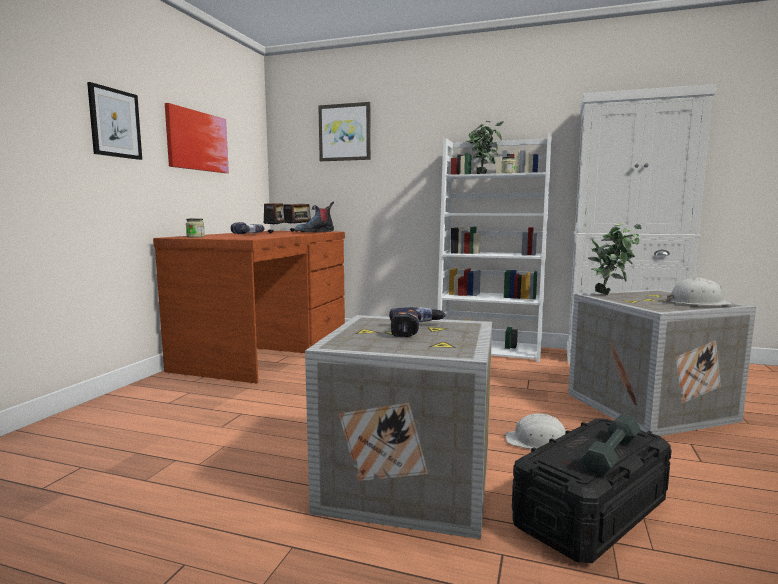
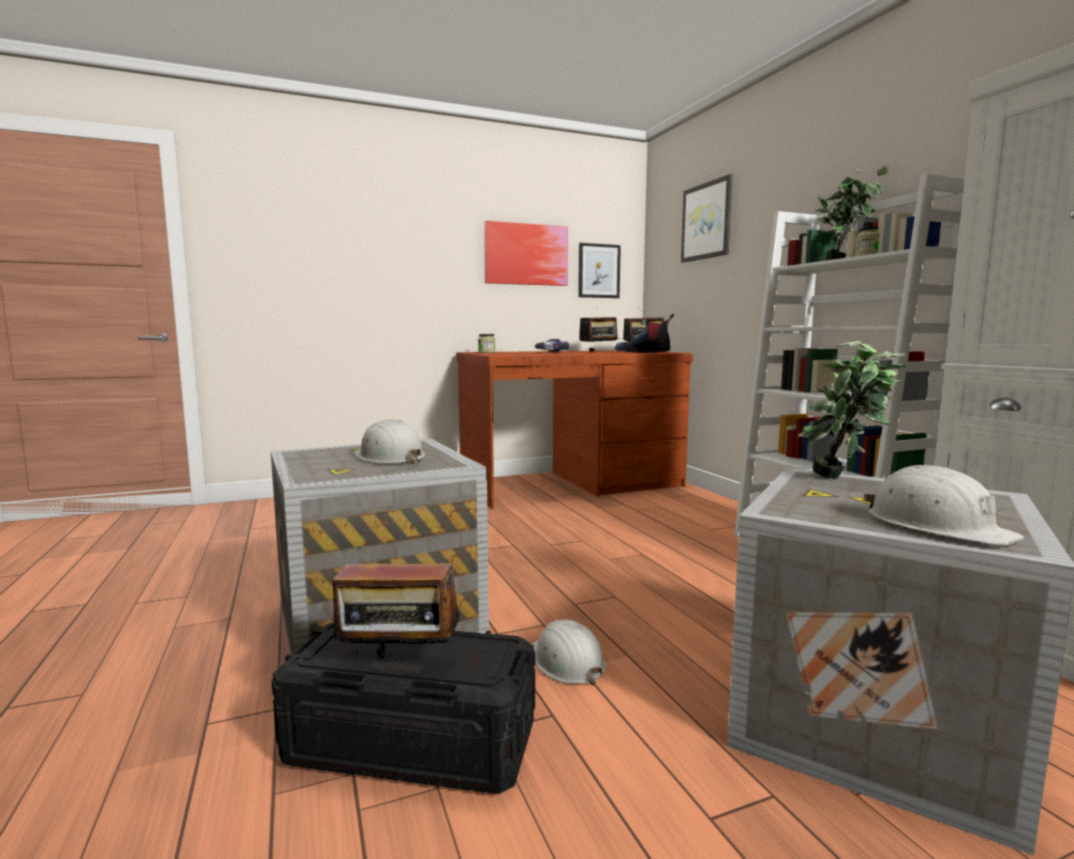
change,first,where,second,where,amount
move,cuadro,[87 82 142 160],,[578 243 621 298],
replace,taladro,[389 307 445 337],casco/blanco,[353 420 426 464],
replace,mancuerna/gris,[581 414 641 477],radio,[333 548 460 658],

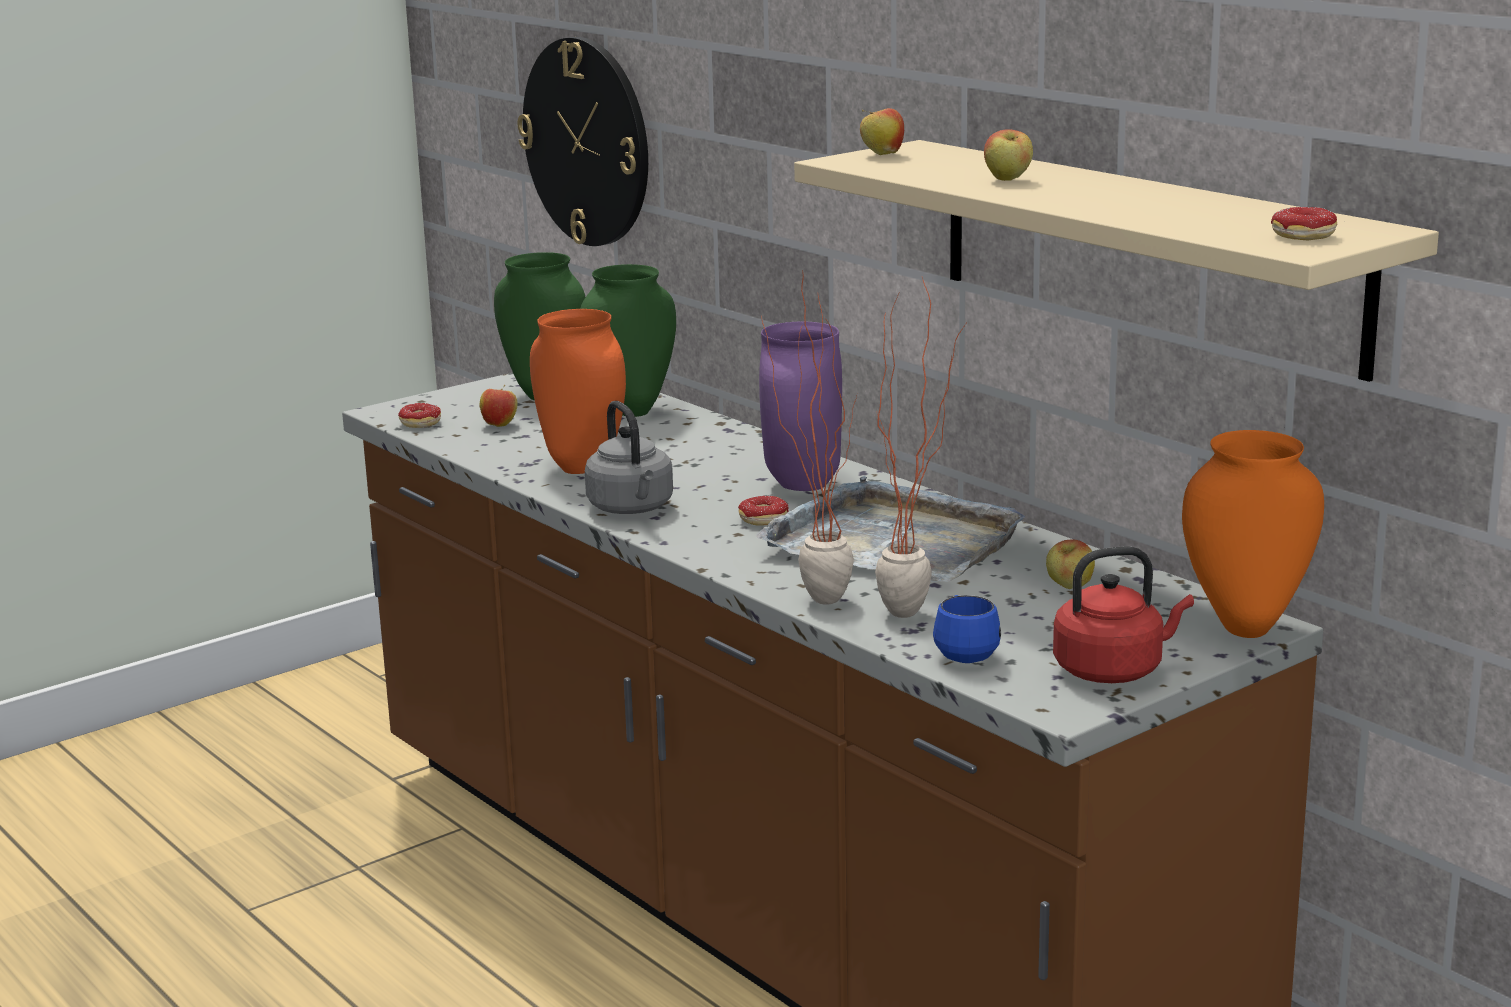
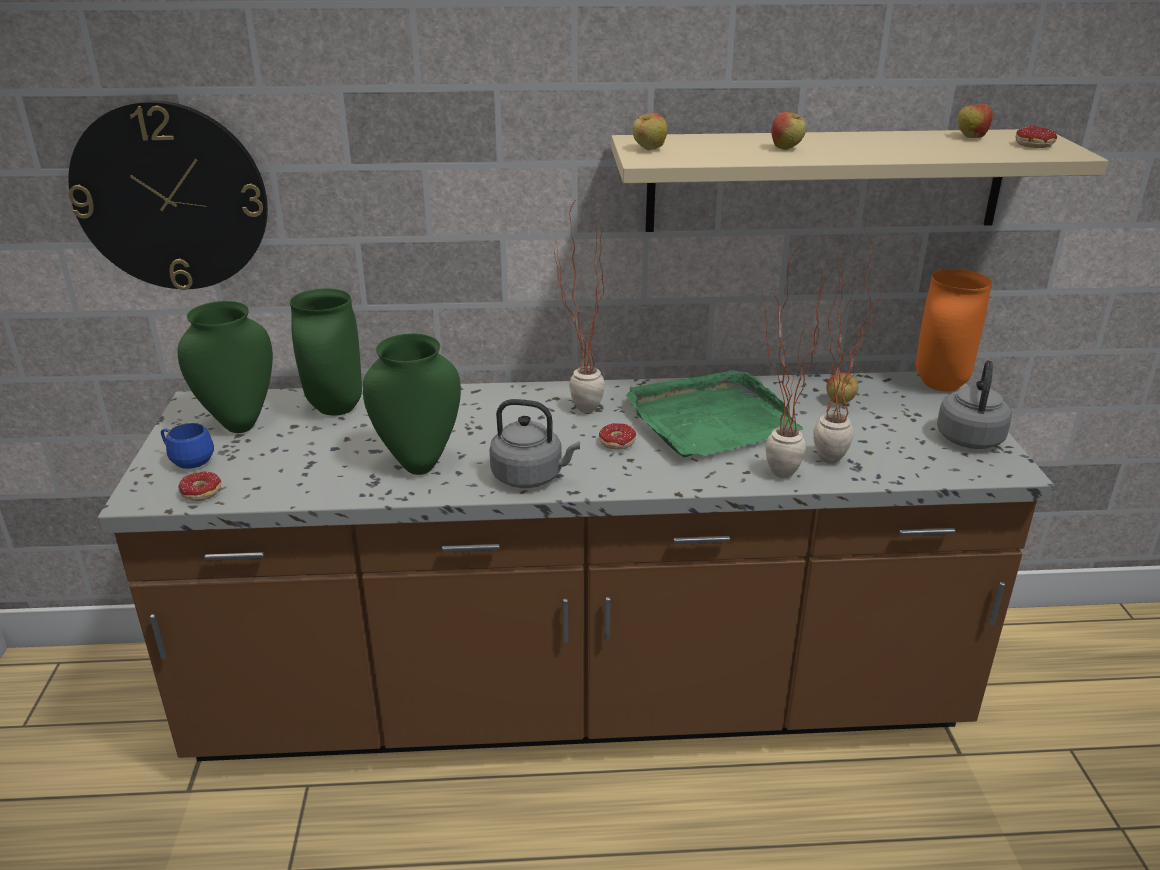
change,first,where,second,where,amount
move,manzana,[479 385 518 427],,[957 102 993 138],
recolor,florero/naranja,[530 309 626 474],florero/verde,[363 333 461 475],
recolor,bandeja/gris,[756 476 1025 582],bandeja/verde,[626 370 803 457],
replace,florero/morado,[759 322 842 491],planta en maceta,[548 199 605 413],
move,taza grande/azul,[933 595 1001 663],,[161 423 214 469],
recolor,hervidor/rojo,[1053 547 1194 683],hervidor/gris,[937 360 1012 449],

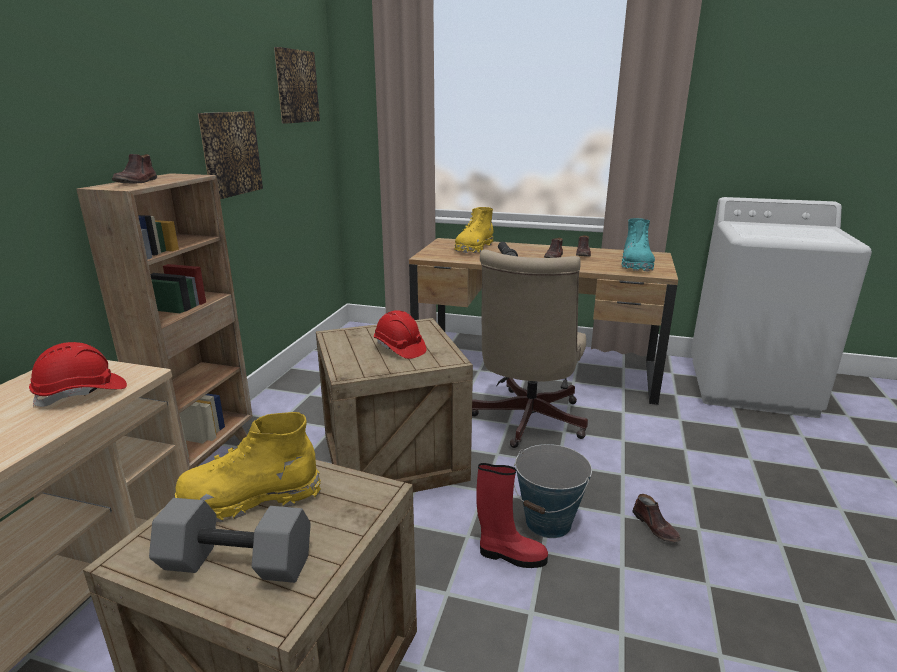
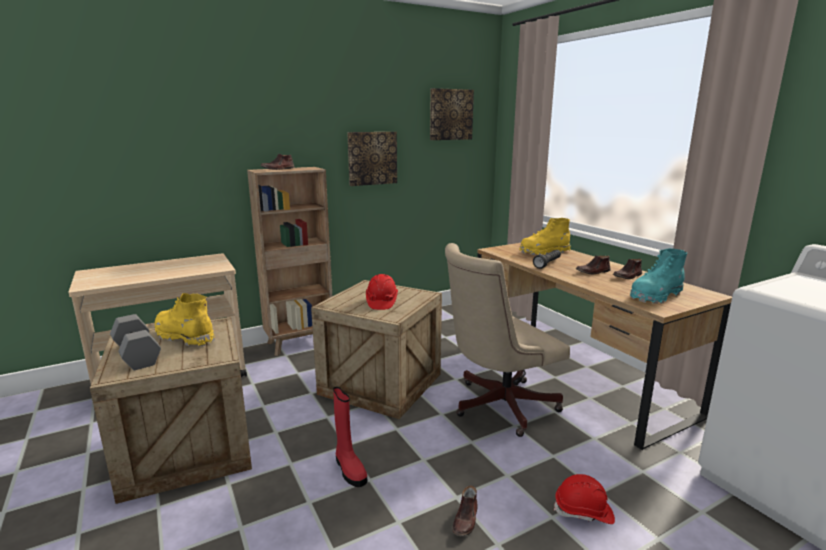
change,first,where,second,where,amount
move,casco/rojo,[29 342 127 407],,[554 474 615 524],
delete,cubo,[514 444 592 538],,,

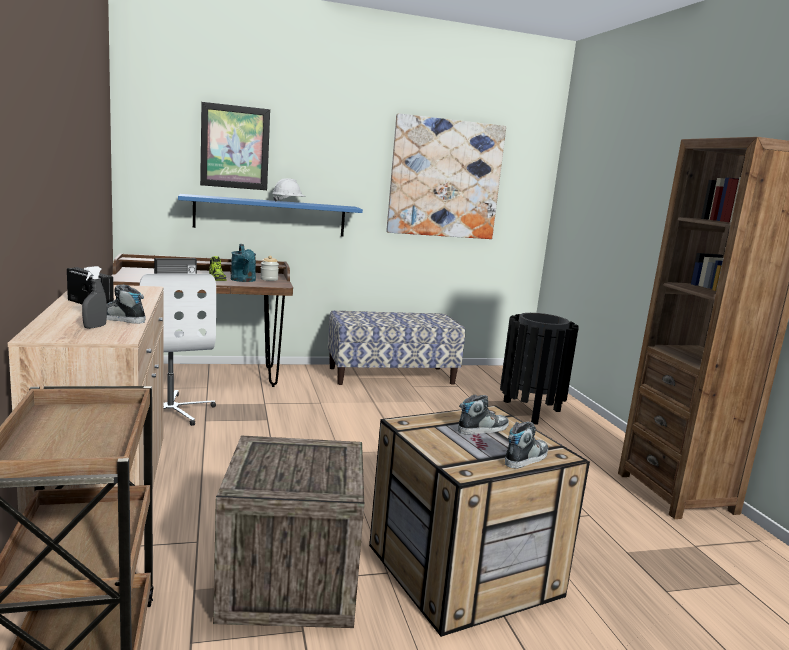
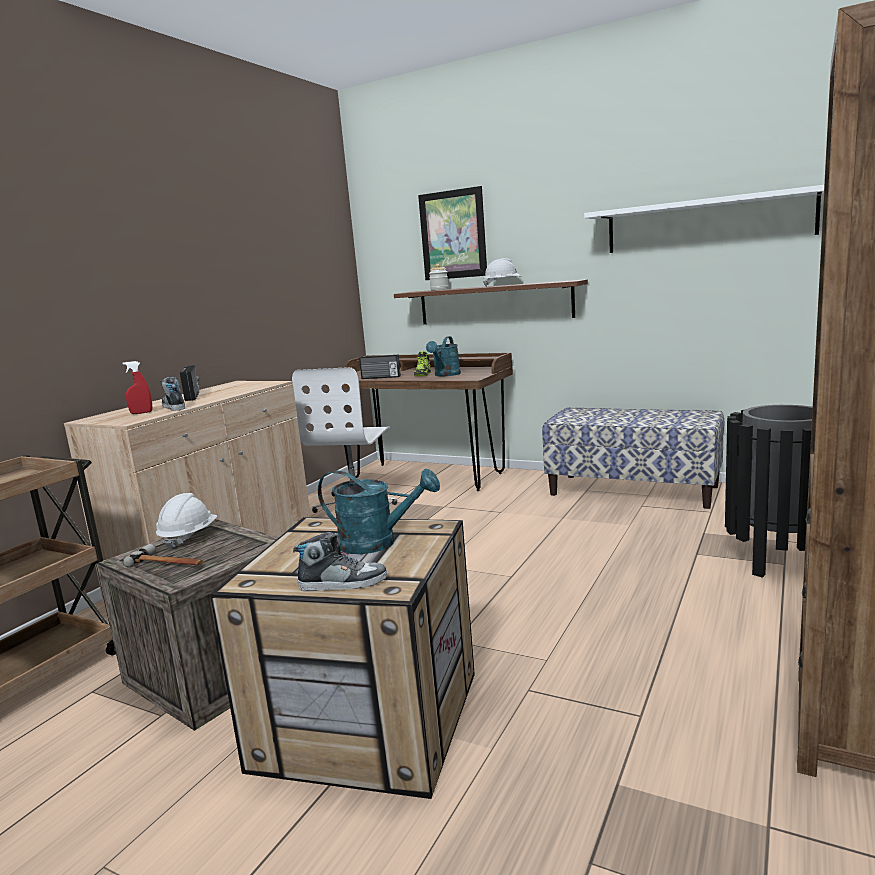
change,first,where,second,where,amount
recolor,pulverizador/gris,[82 266 107 329],pulverizador/rojo,[123 361 153 414],
recolor,estante/azul,[178 194 363 237],estante/marrón,[394 279 588 324],
move,tarro,[260 256 279 281],,[429 264 448 290],
replace,cuadro,[386 113 506 239],estante/blanco,[584 185 824 253],
replace,zapato,[458 394 509 435],regadera/turquesa,[318 469 440 554],
insert,,,martillo,[123 544 203 567],
insert,,,casco/blanco,[156 493 217 550],

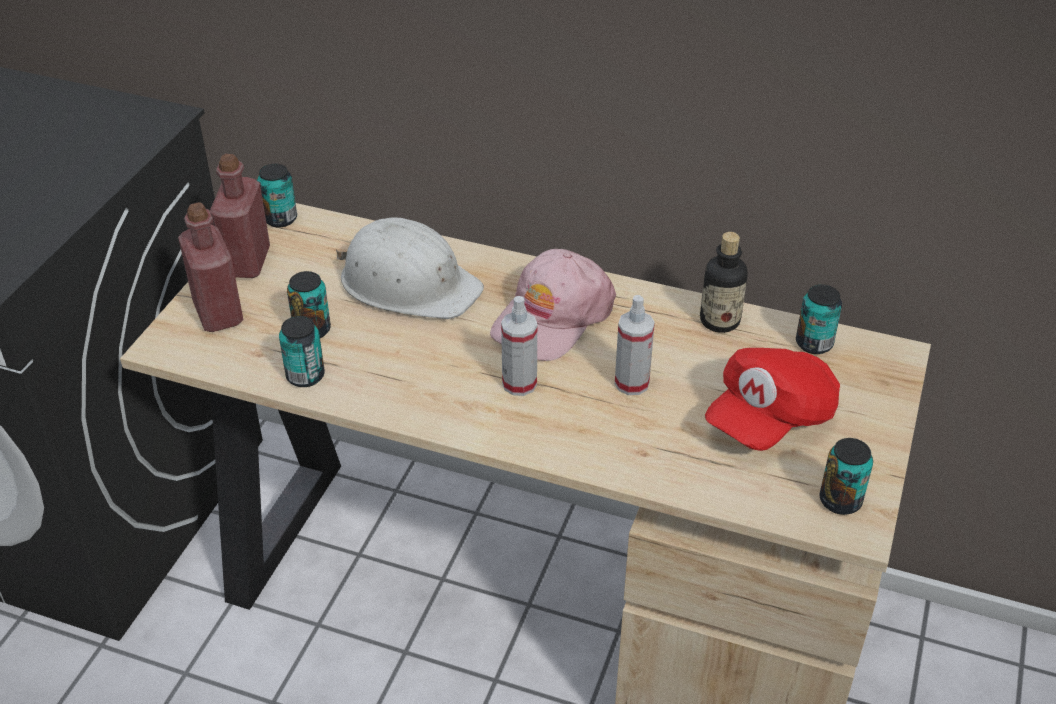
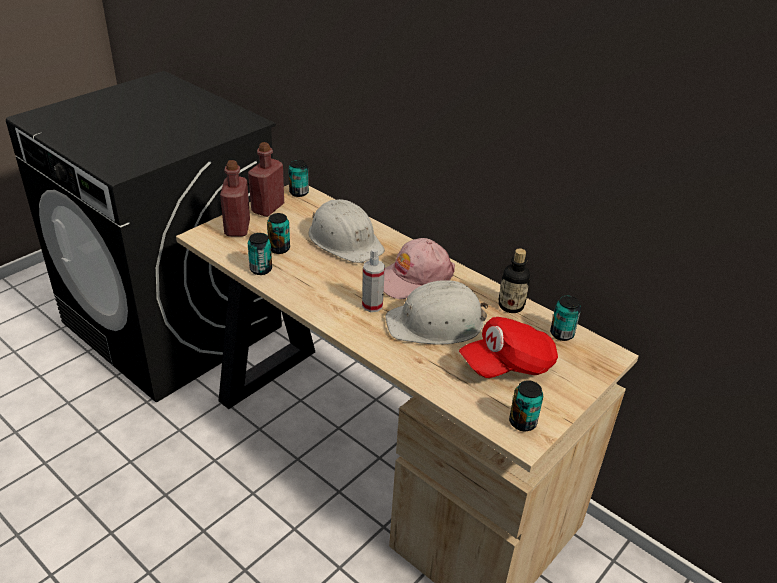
change,first,where,second,where,amount
replace,pulverizador,[615 295 655 395],casco/blanco,[385 280 488 345],

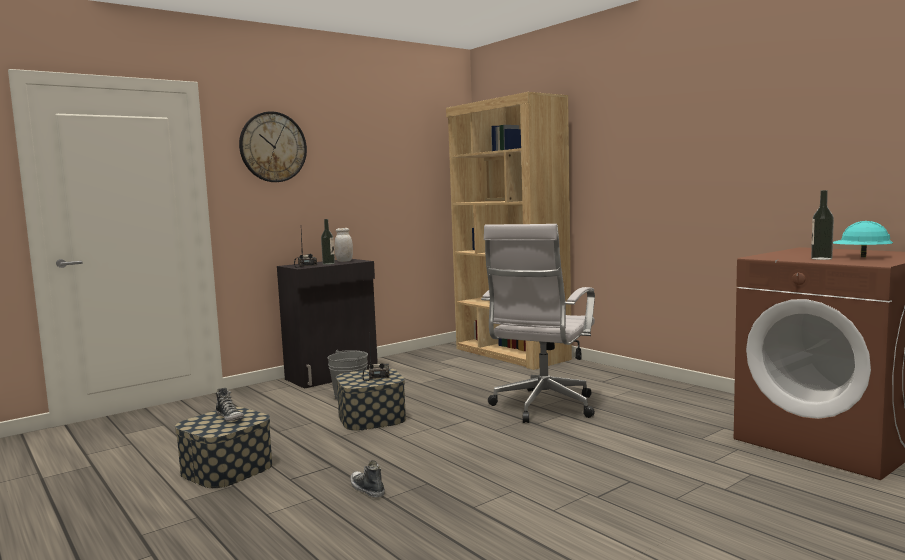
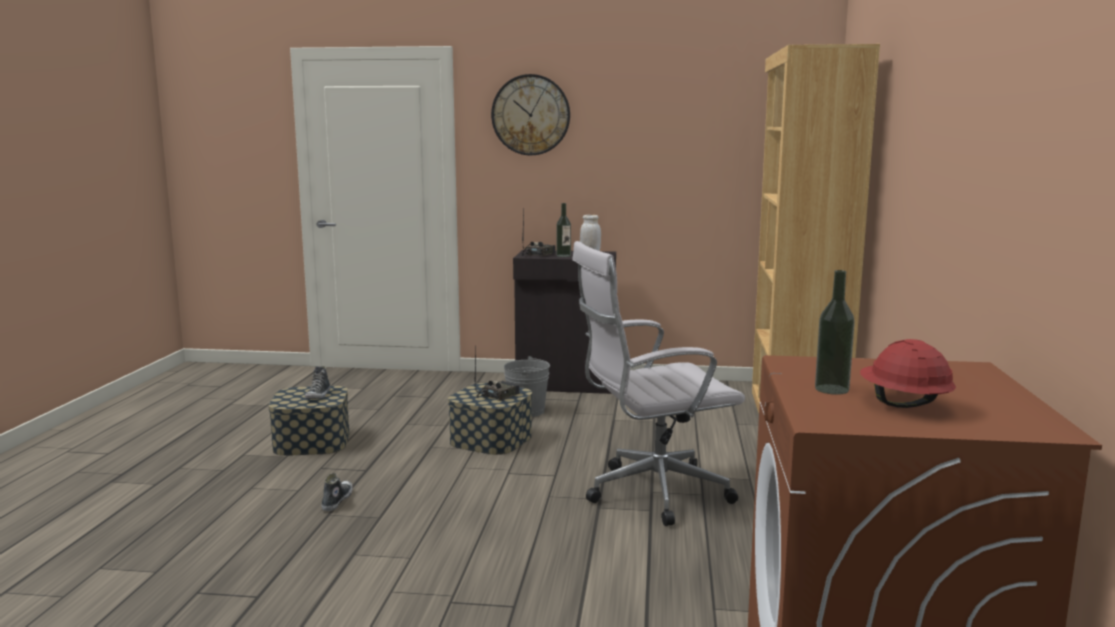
change,first,where,second,where,amount
recolor,casco/turquesa,[833 221 893 257],casco/rojo,[860 339 956 408],

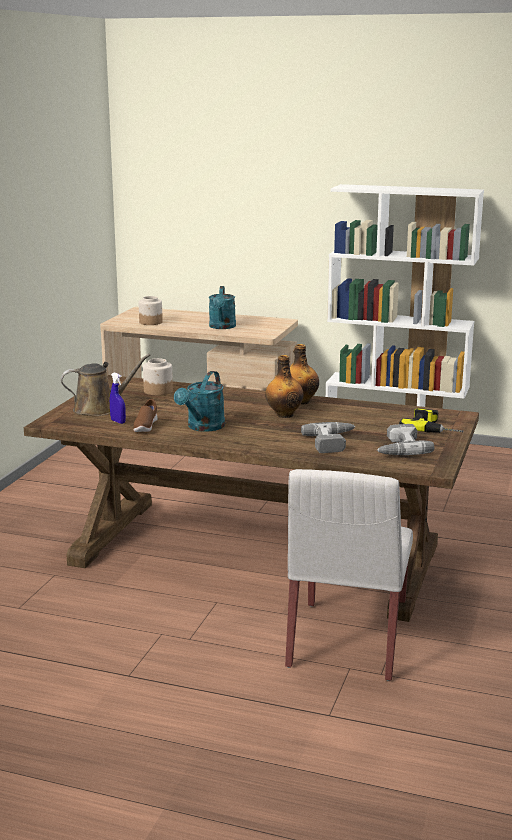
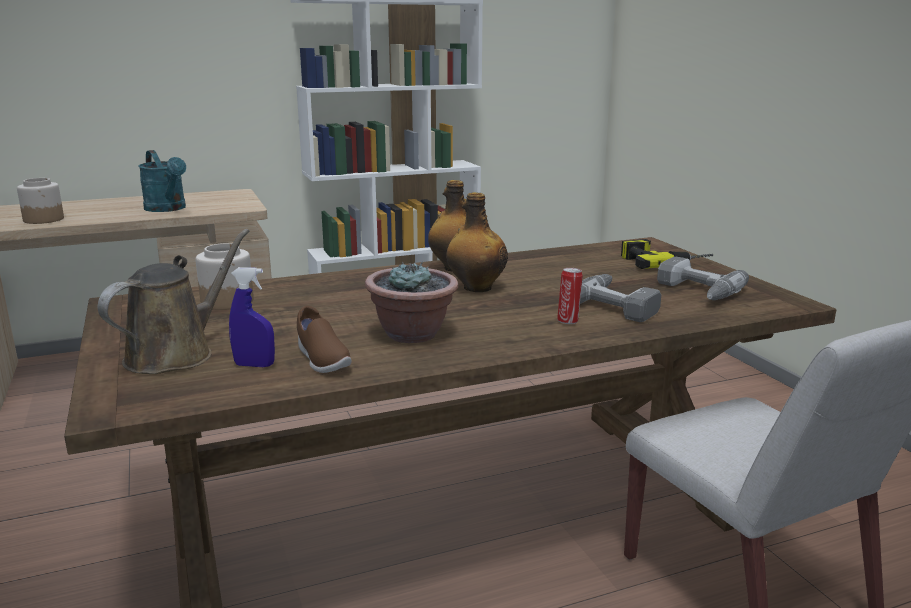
change,first,where,second,where,amount
replace,regadera/turquesa,[174 371 225 432],planta en maceta,[365 262 459 343],
insert,,,lata,[557 268 583 324],

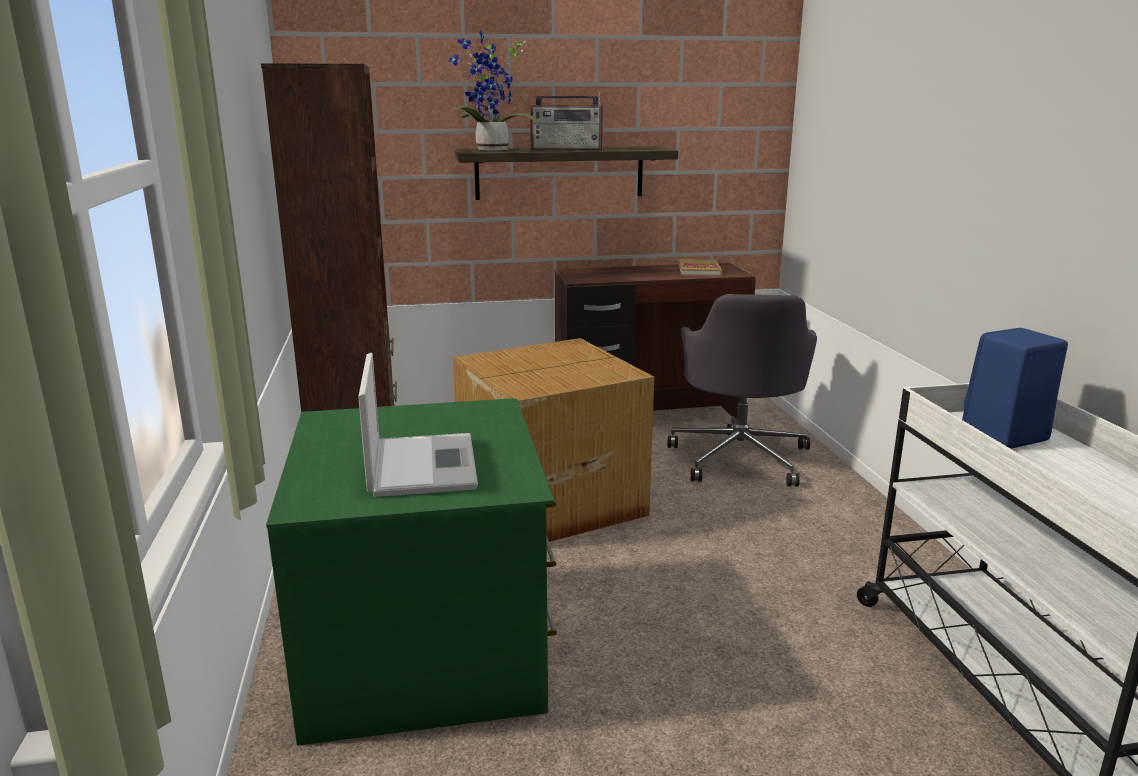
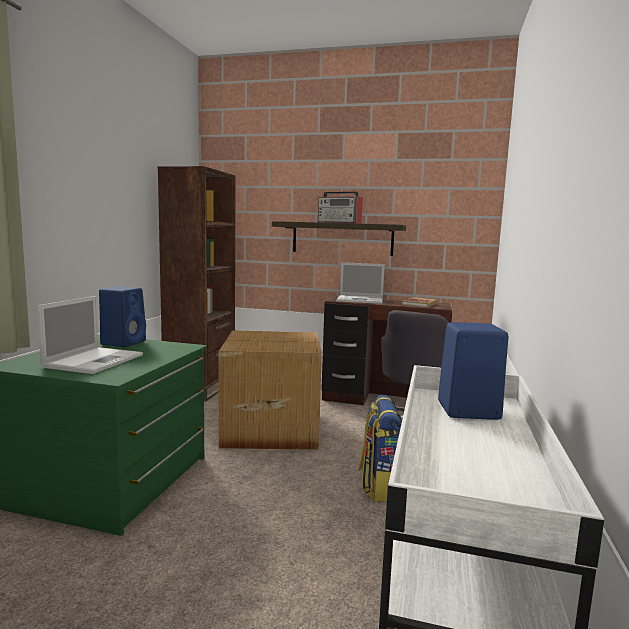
change,first,where,second,where,amount
delete,planta en maceta,[449 31 540 151],,,
insert,,,altavoz/azul,[99 286 146 347],
insert,,,portátil,[336 262 385 304],
insert,,,mochila,[359 395 402 502],

